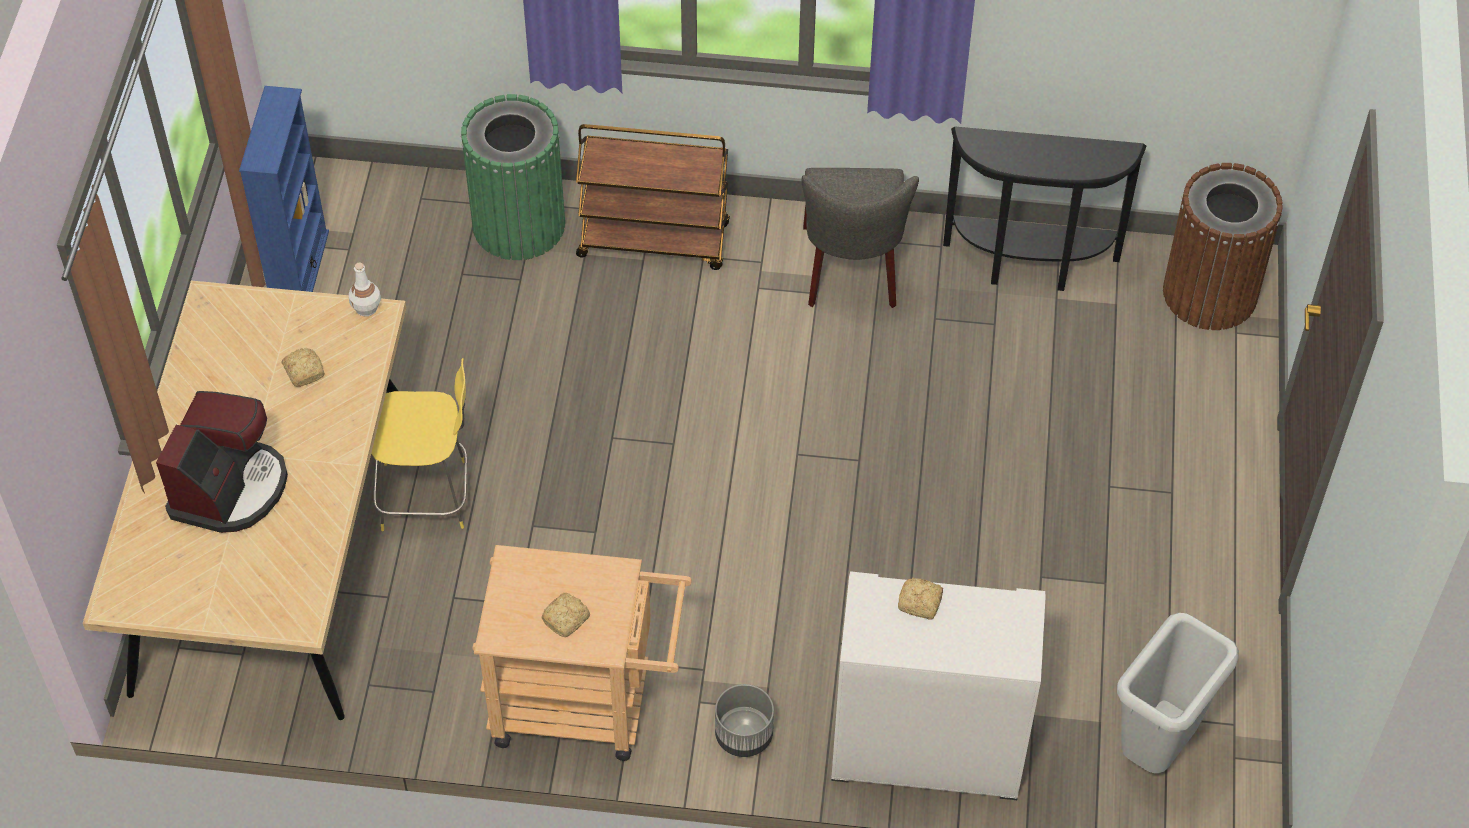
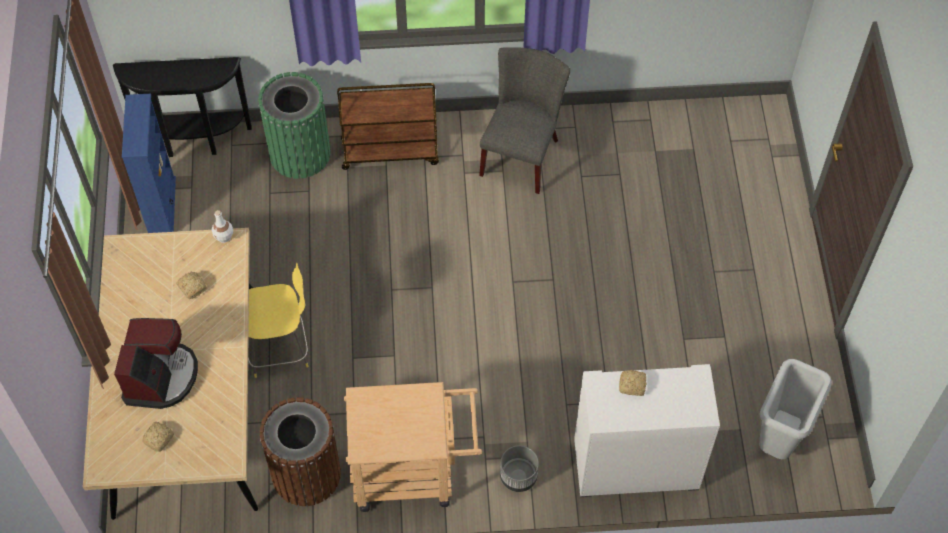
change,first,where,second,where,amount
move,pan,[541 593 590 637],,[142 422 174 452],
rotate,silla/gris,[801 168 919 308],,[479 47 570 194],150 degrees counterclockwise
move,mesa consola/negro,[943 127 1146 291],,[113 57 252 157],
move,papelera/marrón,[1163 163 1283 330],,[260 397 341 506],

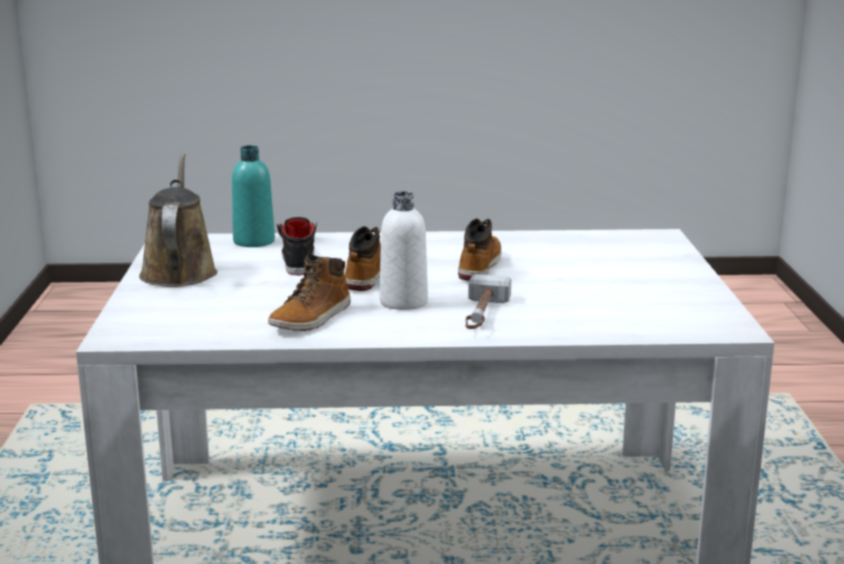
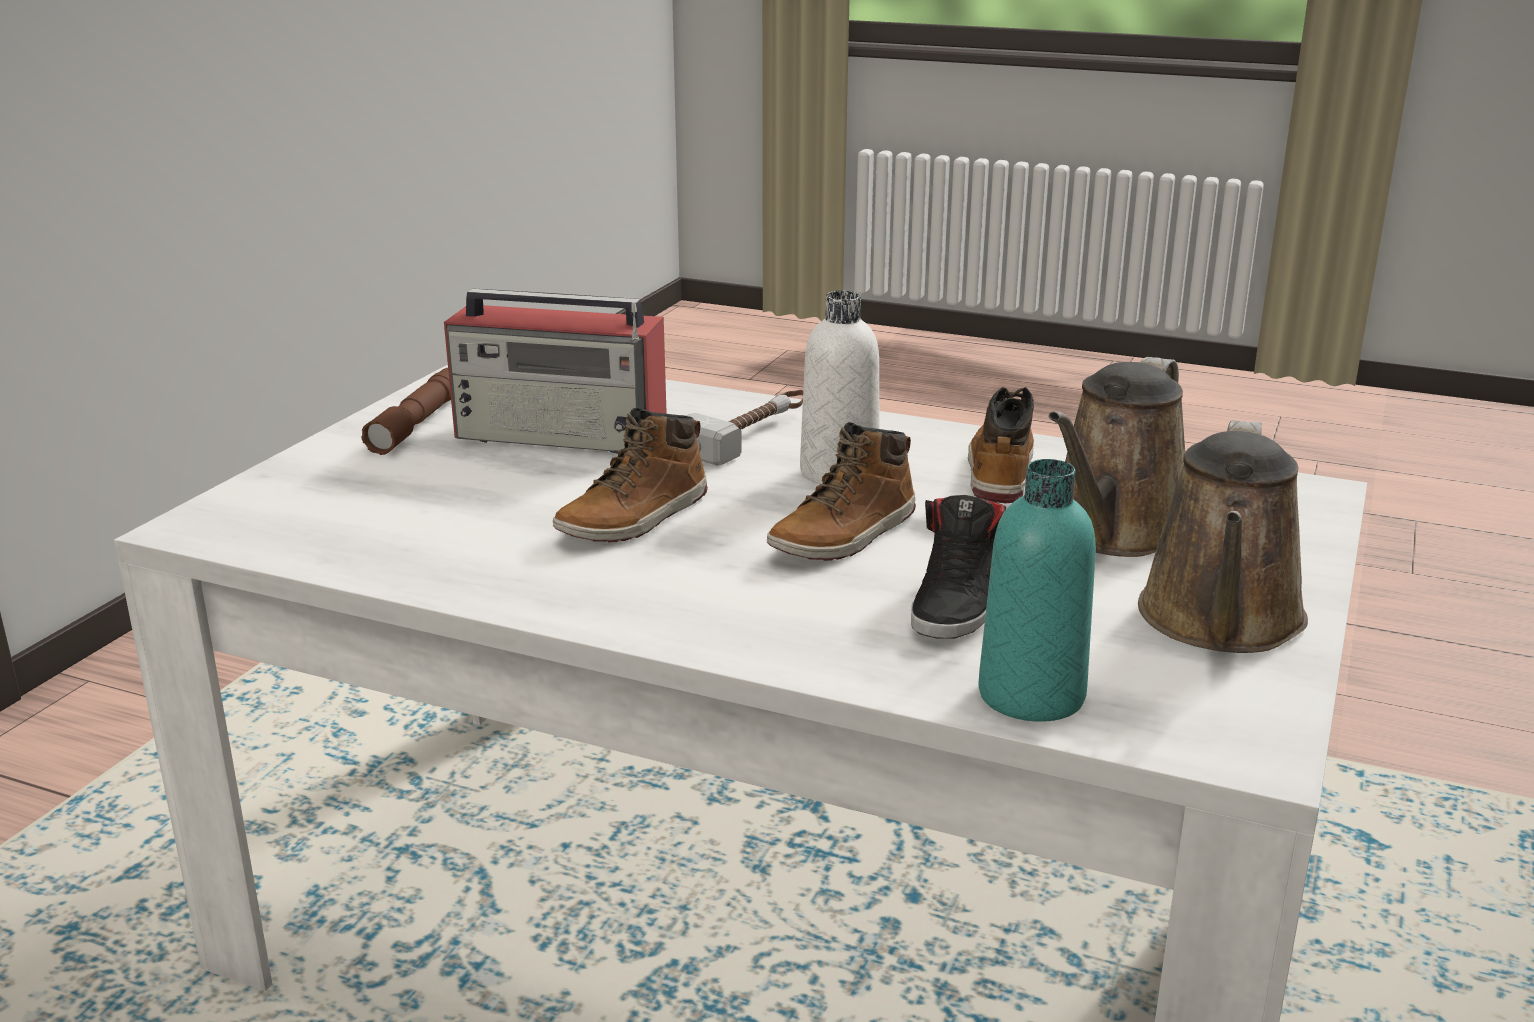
change,first,where,second,where,amount
rotate,bota,[268 253 351 331],,[968 387 1034 503],45 degrees counterclockwise
insert,,,linterna/marrón,[361 368 451 455],
insert,,,radio,[444 288 667 454],
insert,,,regadera/marrón,[1049 357 1185 557],

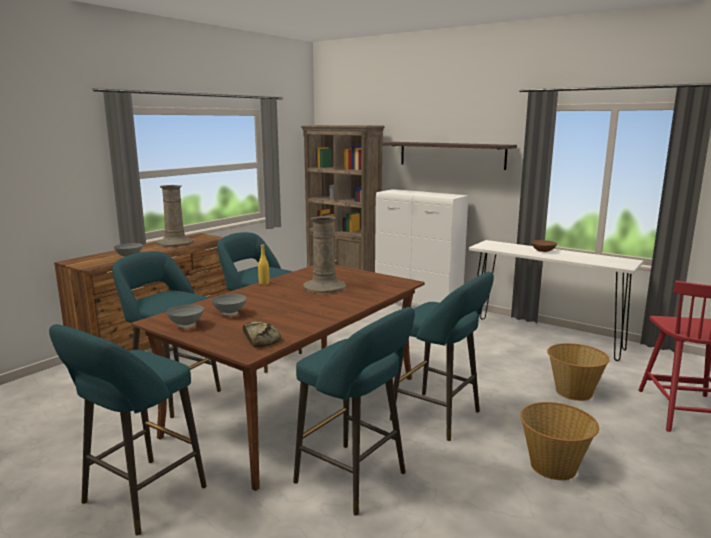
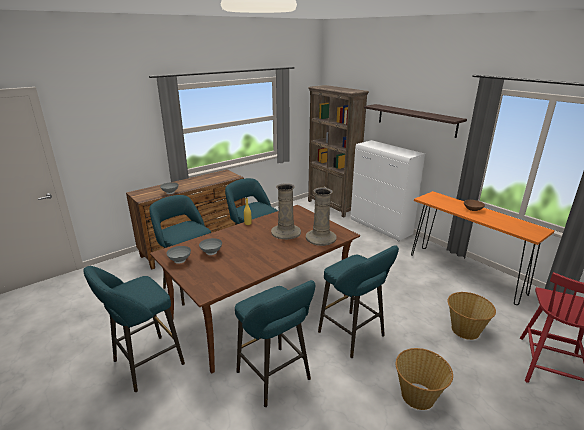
change,first,where,second,where,amount
move,florero/beis,[157 185 193 247],,[306 188 336 246],
delete,pan,[243 321 281 348],,,
recolor,mesa consola/blanco,[468 240 643 361],mesa consola/naranja,[411 191 555 305],

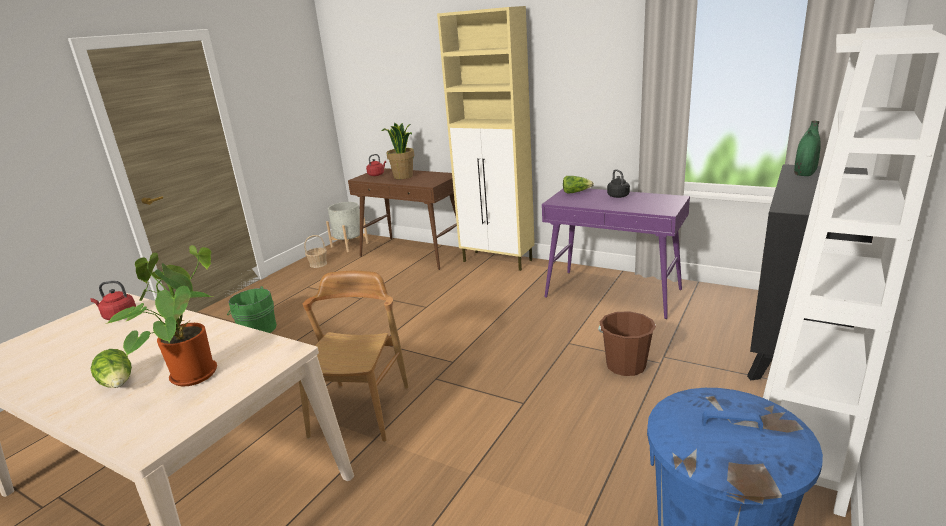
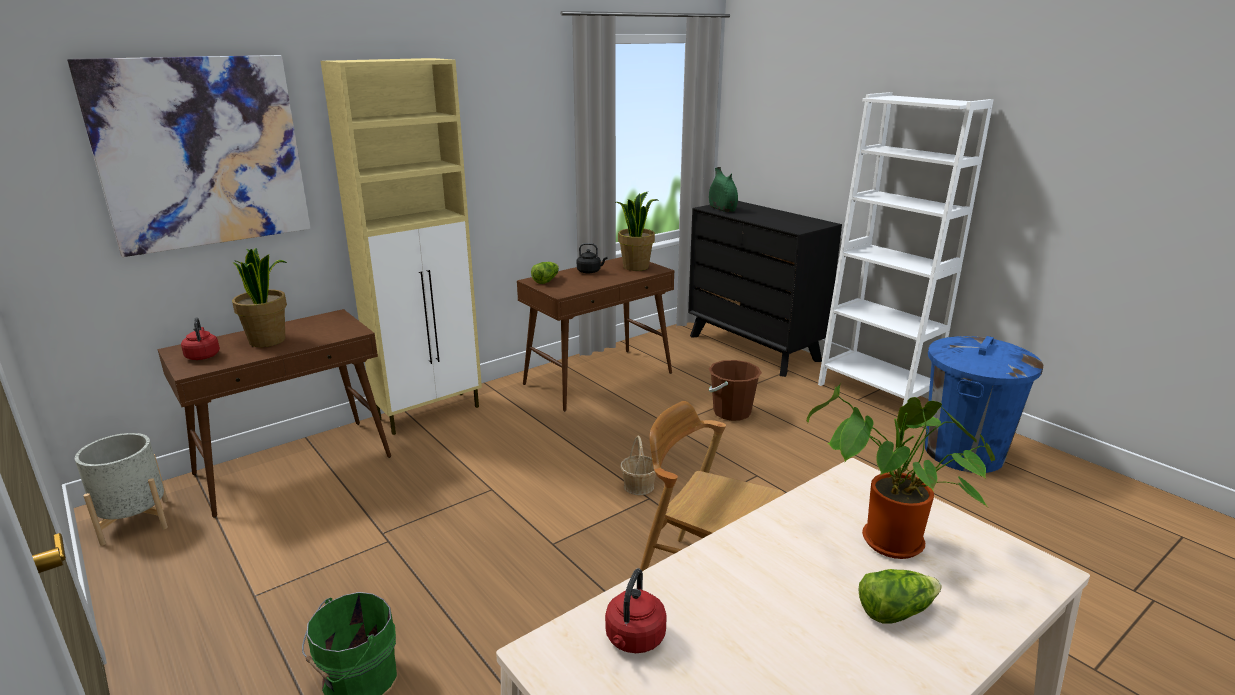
change,first,where,second,where,amount
move,cesta,[304 235 327 268],,[620 435 656 495],
recolor,mesa consola/morado,[542 188 690 319],mesa consola/marrón,[517 257 674 411],
insert,,,cuadro,[67 55 311 257],
insert,,,planta en maceta,[616 192 658 271],

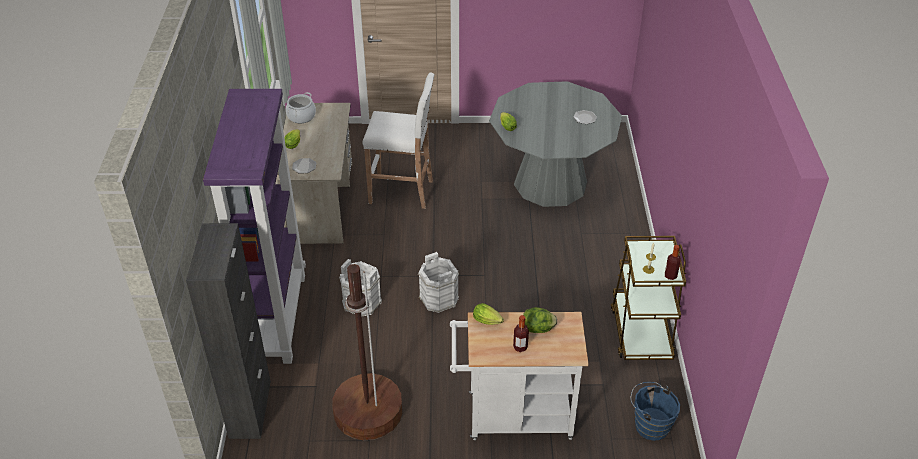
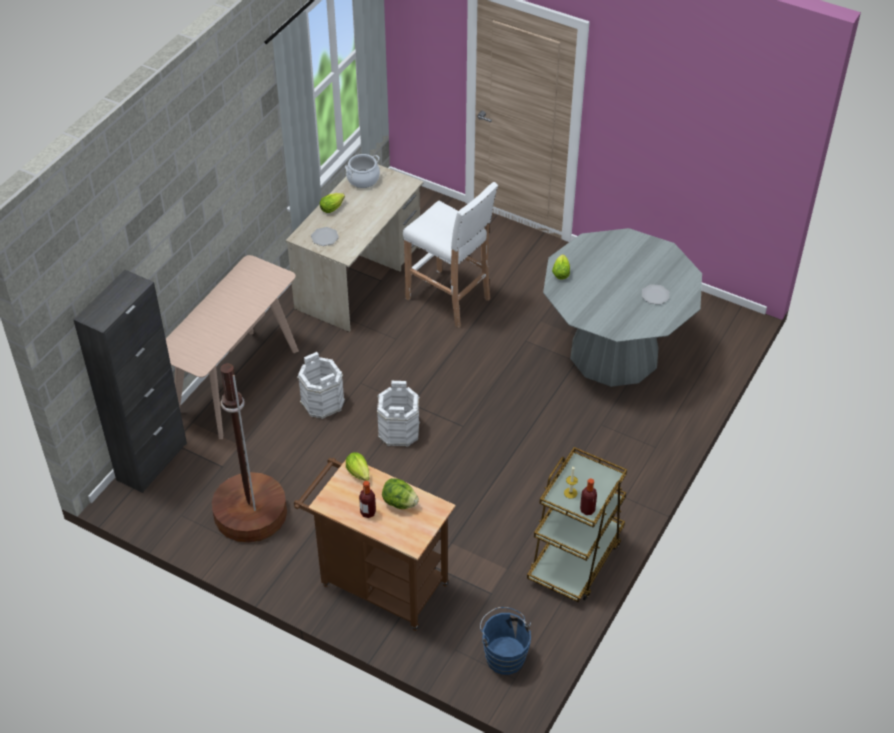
change,first,where,second,where,amount
replace,estantería/morado,[203 89 306 364],mesa consola/beis,[166 255 299 439],
recolor,carrito/blanco,[450 312 589 440],carrito/marrón,[294 458 455 631],

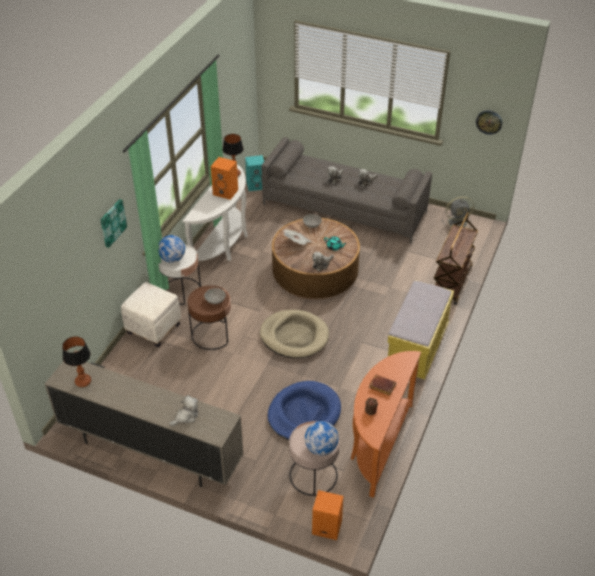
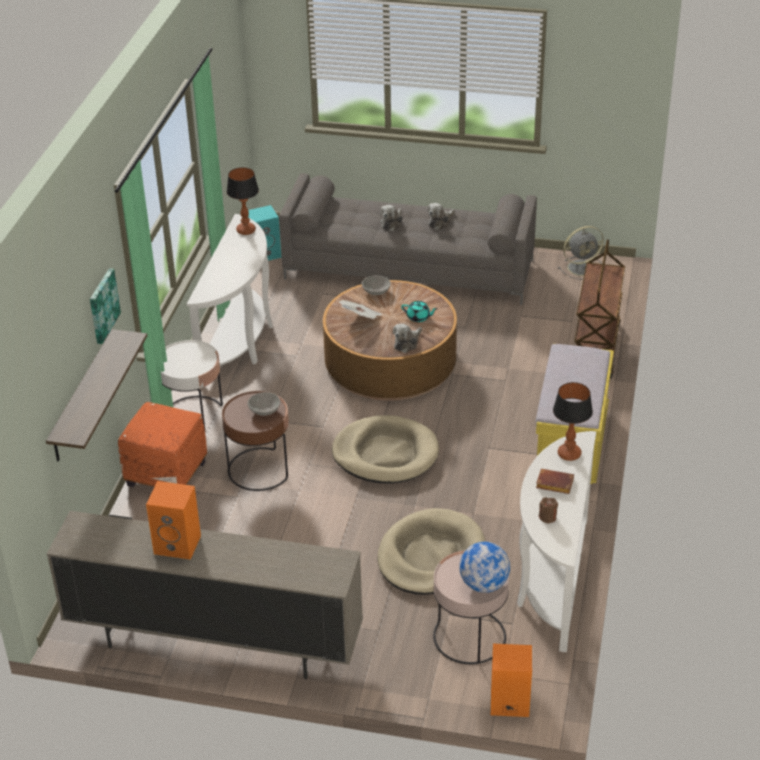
change,first,where,second,where,amount
move,lámpara de mesa,[62 336 91 387],,[553 382 593 461],
recolor,puf/blanco,[121 282 181 347],puf/naranja,[118 402 207 487],
delete,globo terráqueo,[159 235 185 263],,,
delete,peluche,[169 395 198 426],,,
move,altavoz/naranja,[211 157 238 200],,[146 481 201 560],
recolor,cama para perro/azul,[268 381 341 440],cama para perro/beis,[377 508 486 595],
recolor,mesa consola/naranja,[351 351 421 498],mesa consola/blanco,[517 431 596 652],
delete,reloj de pared,[476 111 502 135],,,
insert,,,estante,[46 329 147 461],

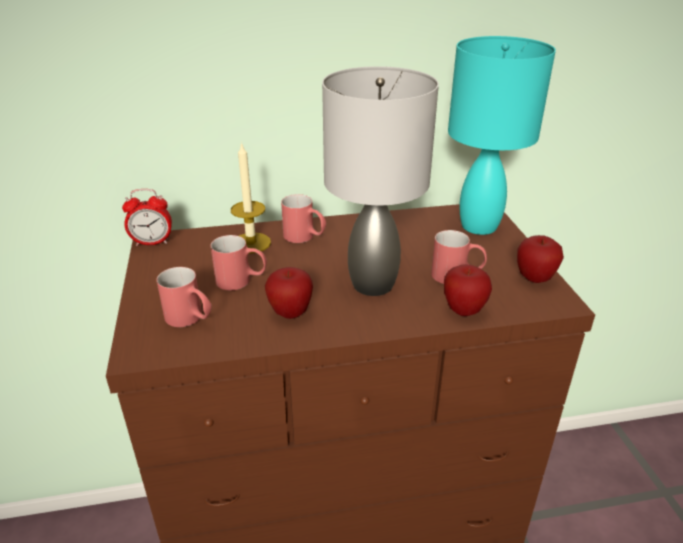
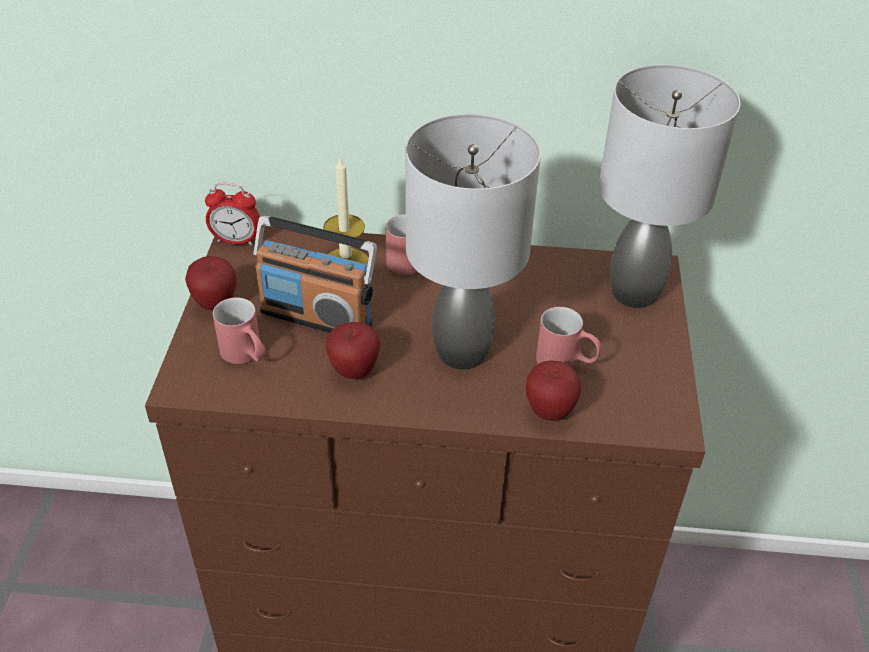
change,first,where,second,where,amount
replace,taza grande/rojo,[211 235 267 290],radio,[253 215 377 333],
recolor,lámpara de mesa/turquesa,[448 36 556 235],lámpara de mesa/gris,[599 64 740 308],
move,manzana,[517 235 564 283],,[185 256 236 310],

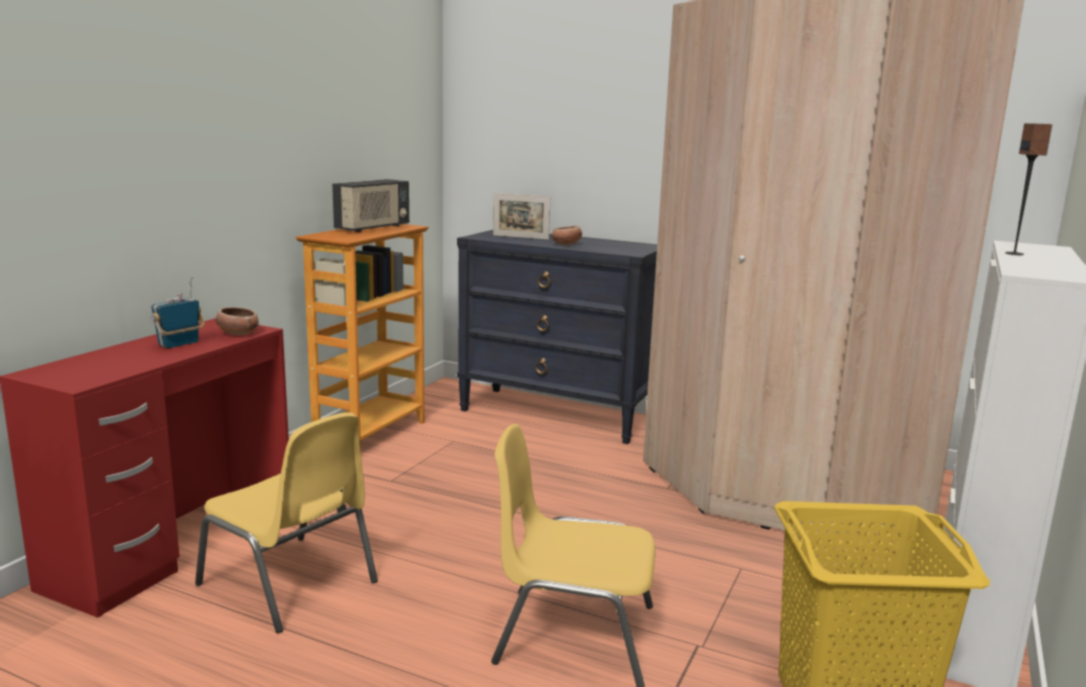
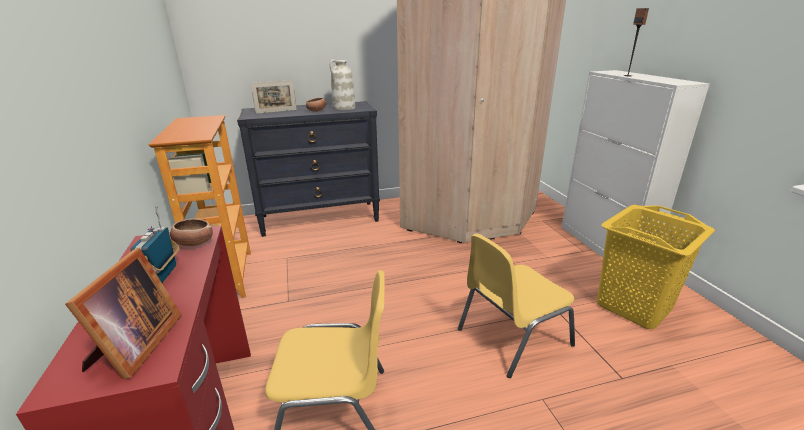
change,first,where,second,where,amount
delete,radio,[332 179 409 232],,,
insert,,,portarretratos,[65 248 182 379],
insert,,,florero/blanco,[330 59 355 111],

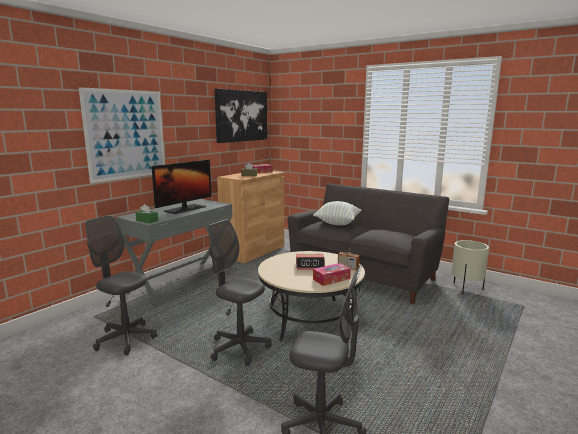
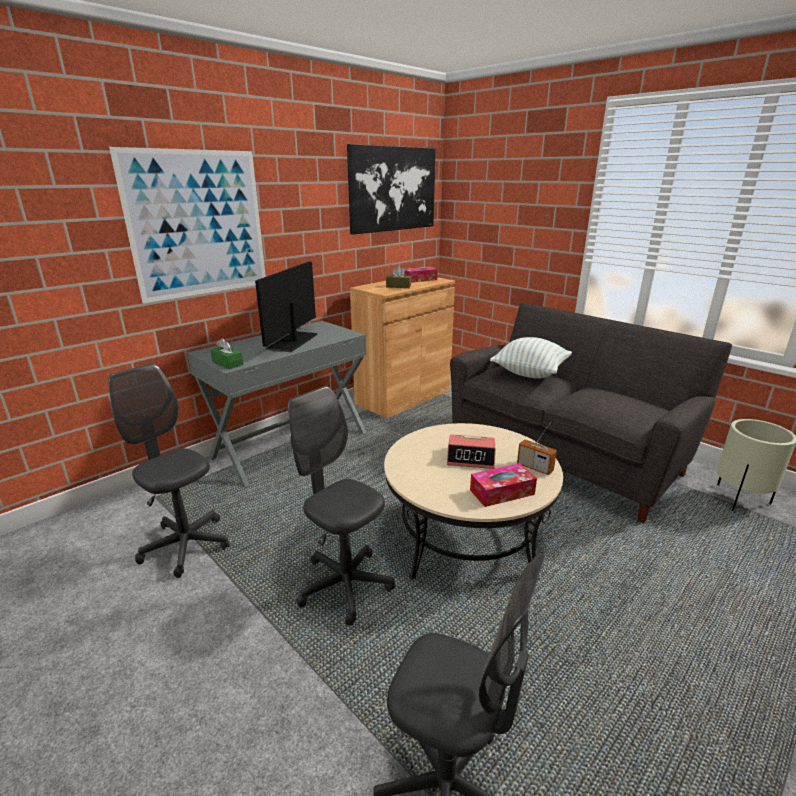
change,first,where,second,where,amount
rotate,monitor,[152 160 211 214],,[255 262 317 352],150 degrees clockwise

